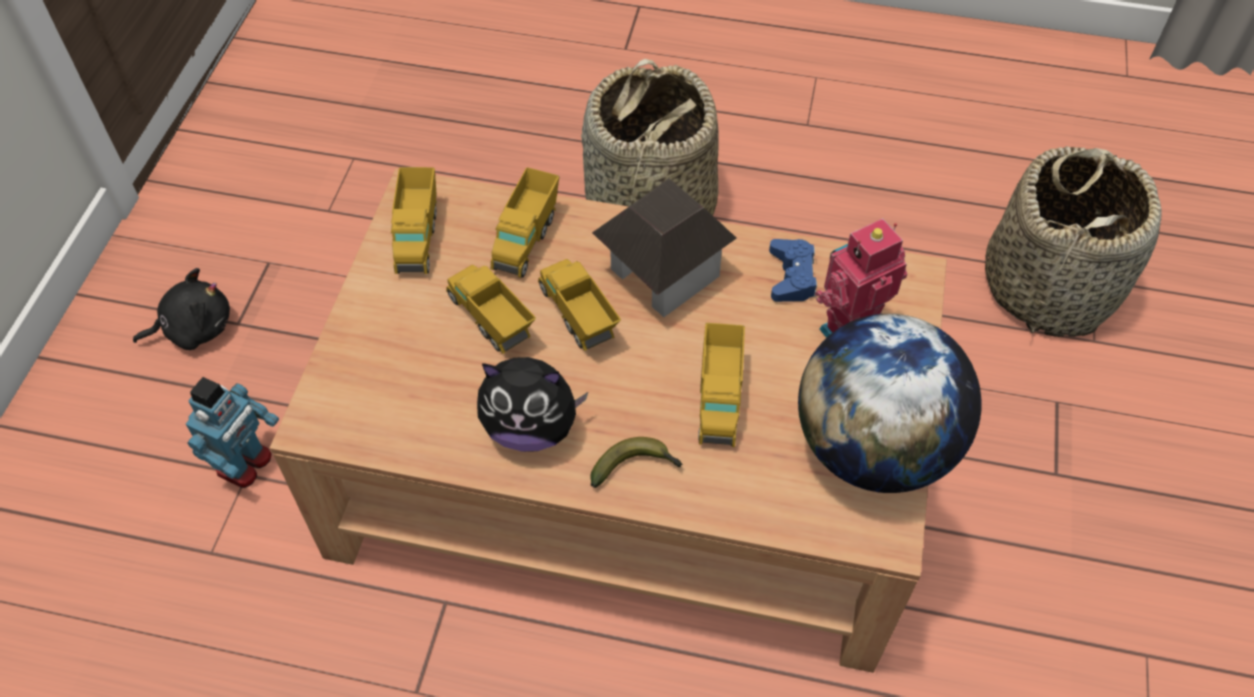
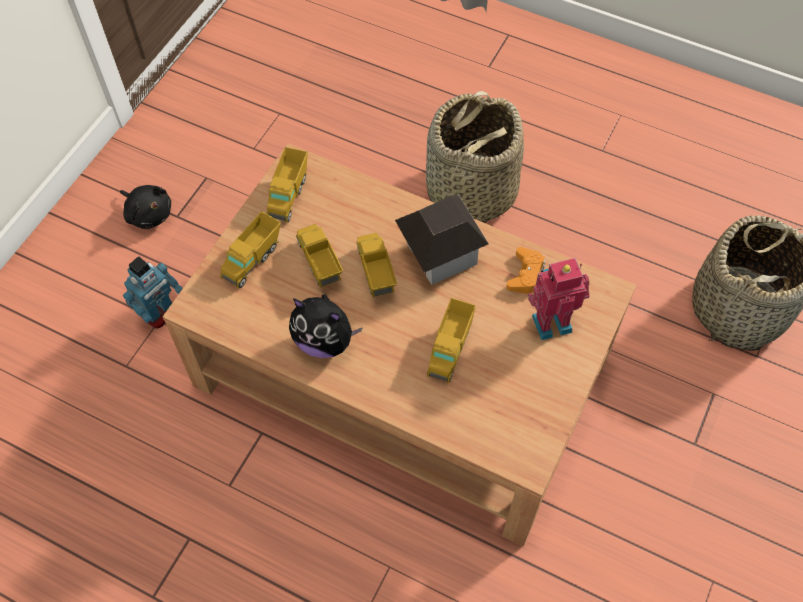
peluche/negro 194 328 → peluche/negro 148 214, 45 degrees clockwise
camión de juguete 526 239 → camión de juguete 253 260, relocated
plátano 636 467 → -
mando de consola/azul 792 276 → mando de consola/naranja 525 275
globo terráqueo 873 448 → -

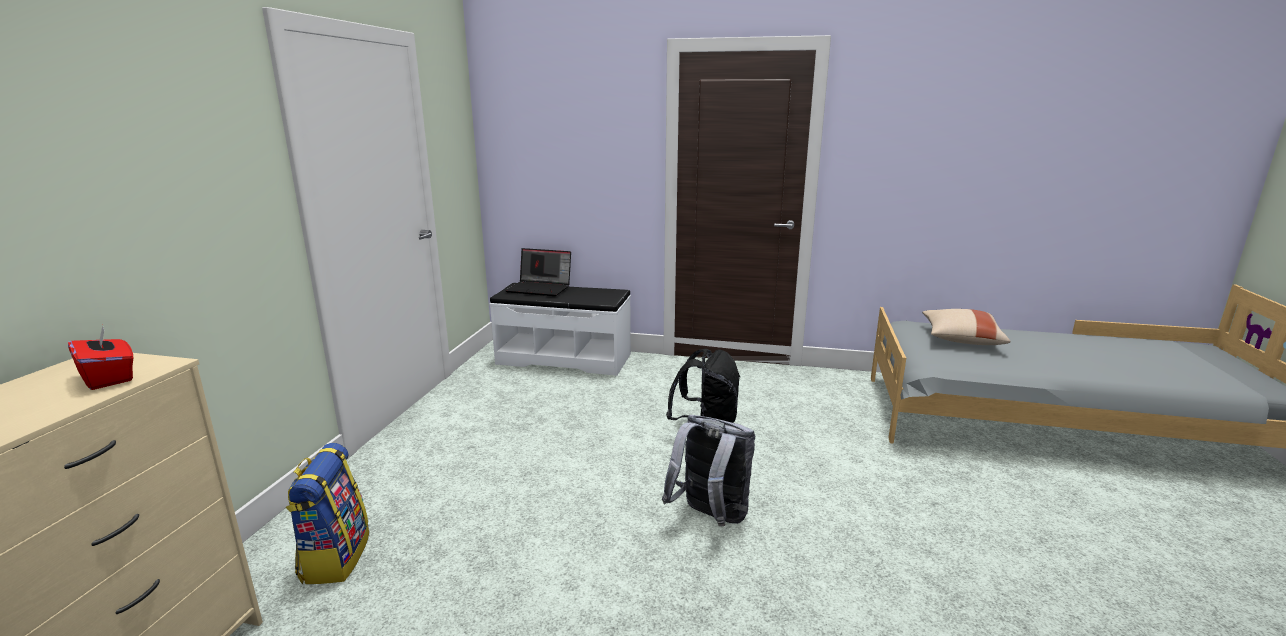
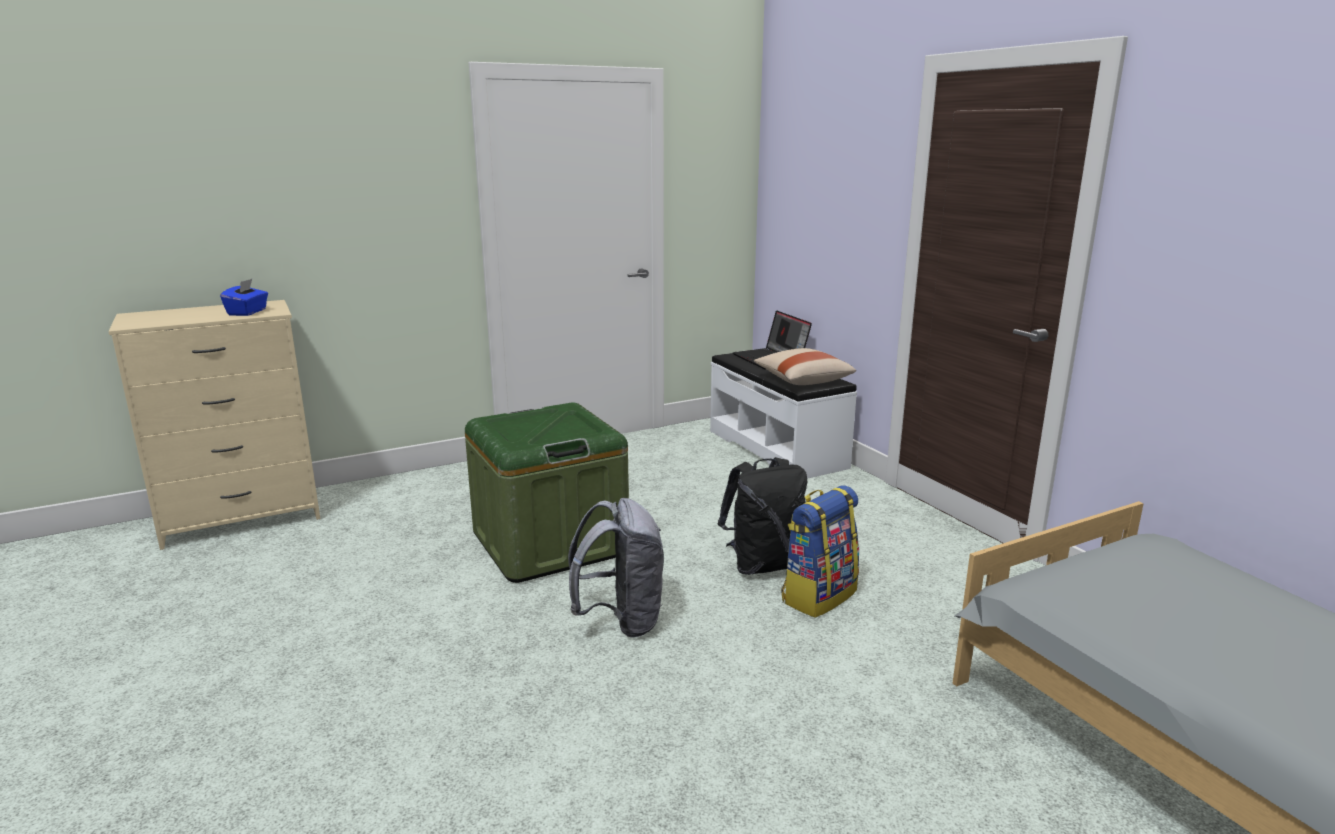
caja de pañuelos/rojo 109 377 → caja de pañuelos/azul 248 312
mochila 335 557 → mochila 818 595, relocated
cojín/beis 961 339 → cojín/beis 802 380, relocated
- → caja de almacenaje/verde 550 543

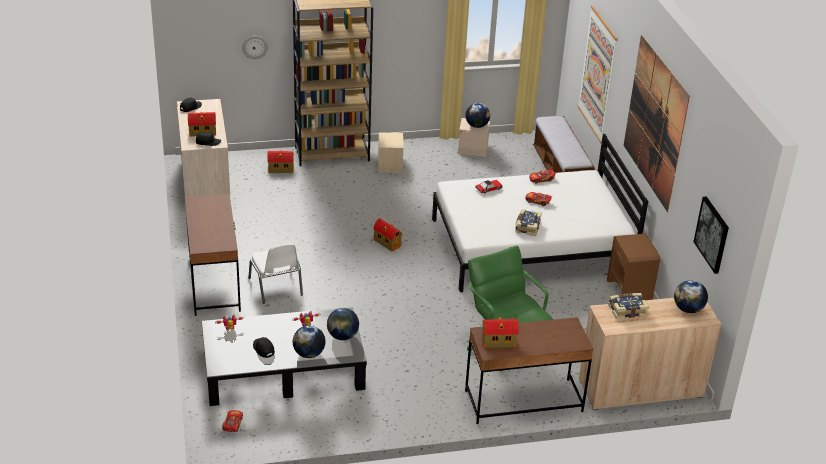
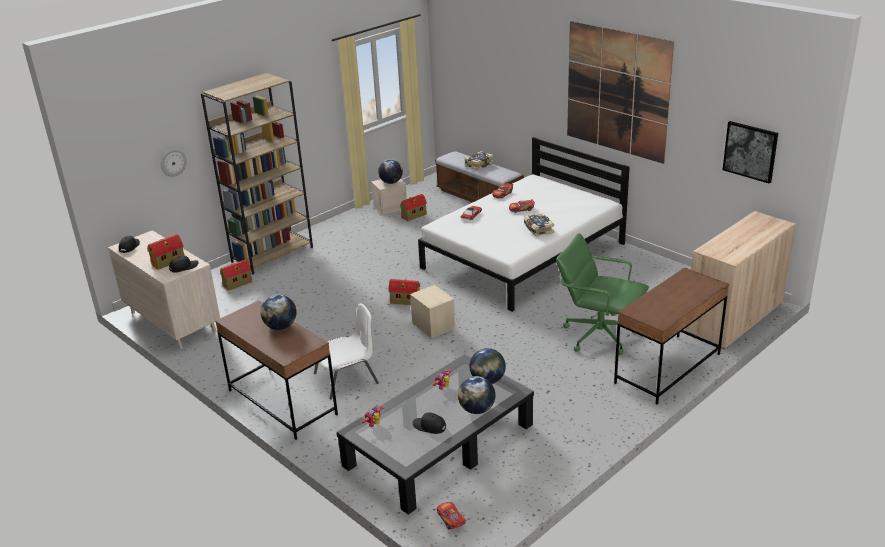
silla/blanco 276 287 → silla/blanco 347 378, 60 degrees counterclockwise
caja de almacenaje/beis 389 164 → caja de almacenaje/beis 433 325, relocated
casita 497 342 → casita 413 216, relocated
cuadro 597 74 → -
mesita de noche/marrón 629 291 → -
libro 627 310 → libro 478 165, relocated
globo terráqueo 688 309 → globo terráqueo 281 327, relocated

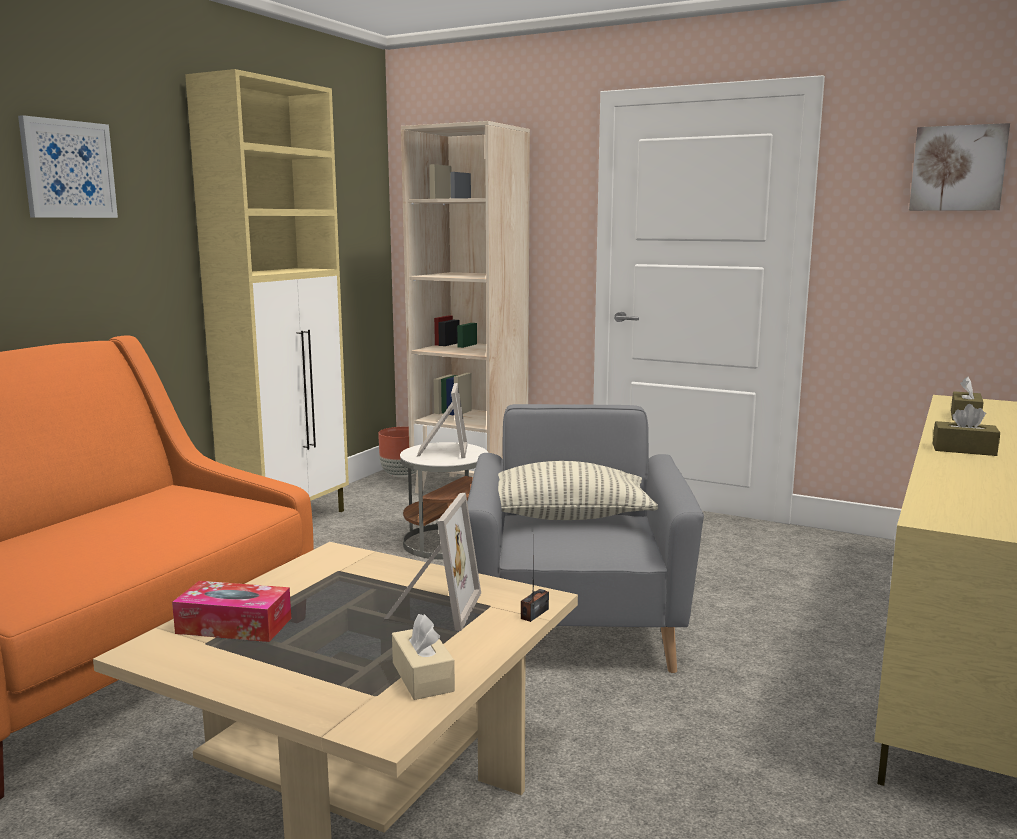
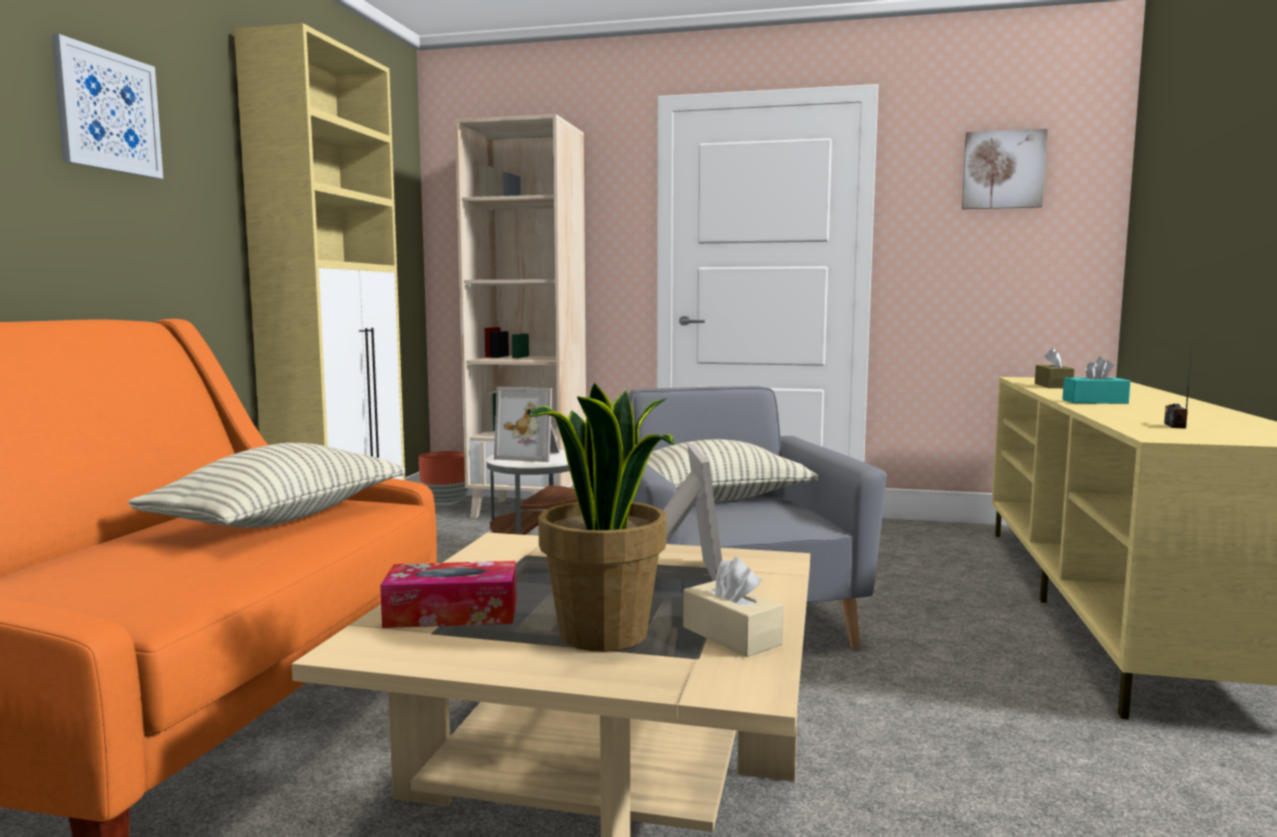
portarretratos 441 451 → portarretratos 531 455, 120 degrees clockwise
radio 535 614 → radio 1175 426, relocated
caja de pañuelos/marrón 964 450 → caja de pañuelos/turquesa 1094 401
- → cojín 281 519
- → planta en maceta 604 634

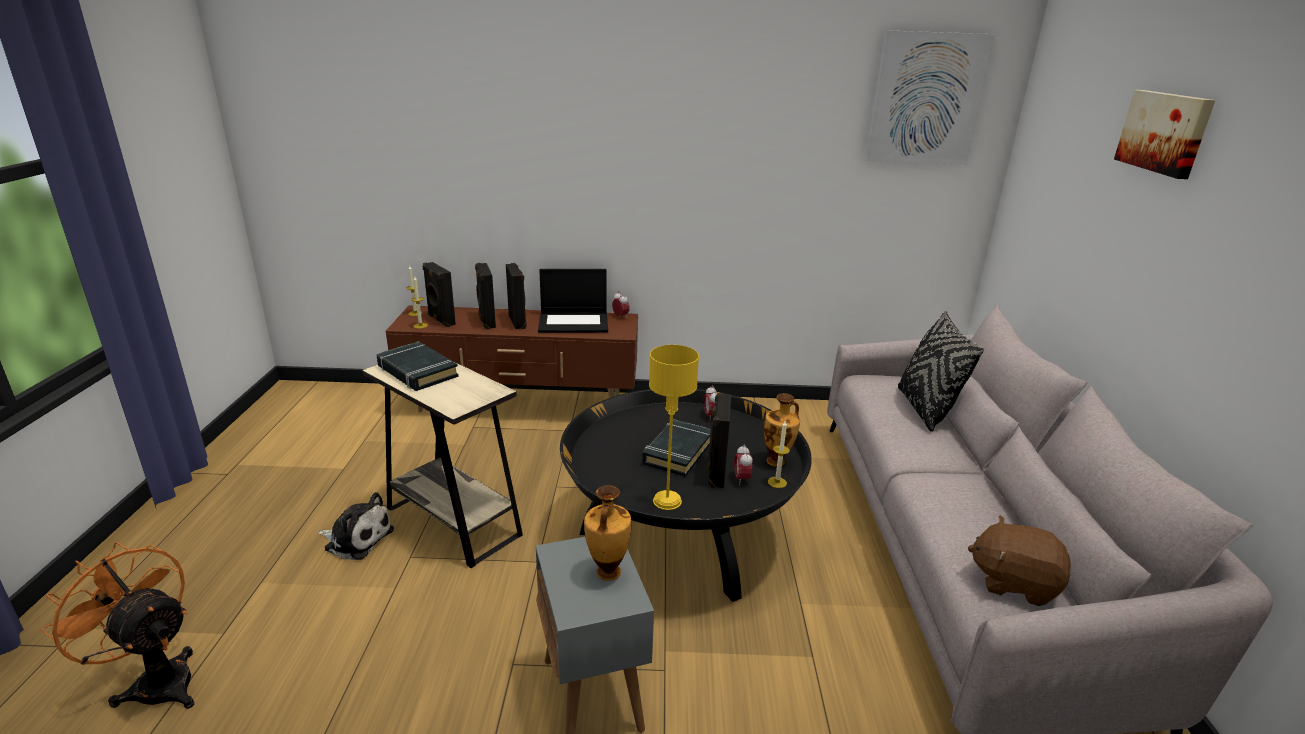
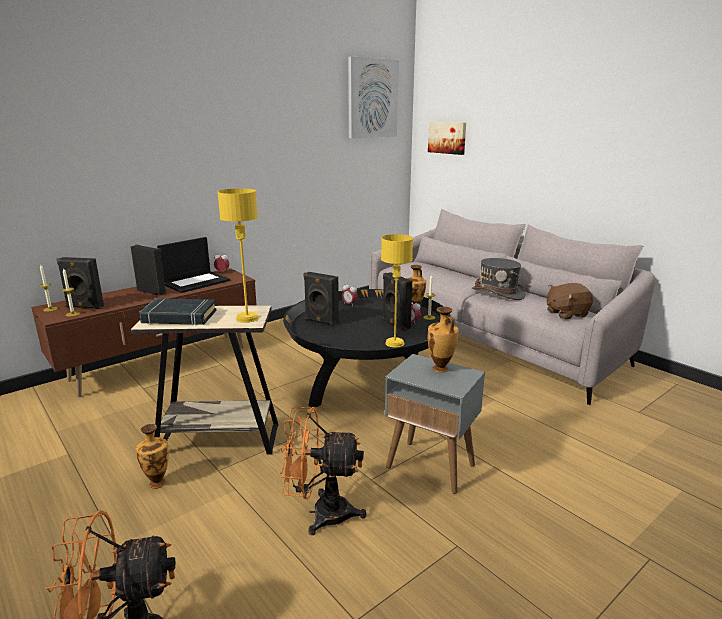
peluche 357 538 → florero 157 482
altavoz/negro 486 321 → altavoz/negro 321 322, relocated
libro/negro 677 452 → -
cojín/negro 925 409 → -
cuadro 1165 132 → cuadro 447 137, relocated
- → lámpara de mesa/amarillo 247 318
- → ventilador/naranja 321 513
- → sombrero/gris 498 293

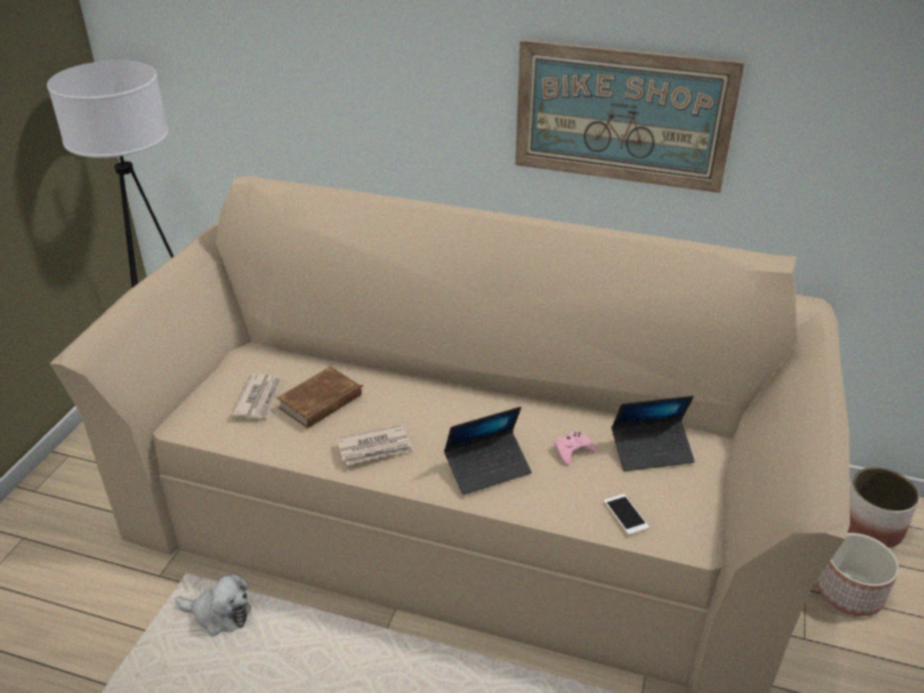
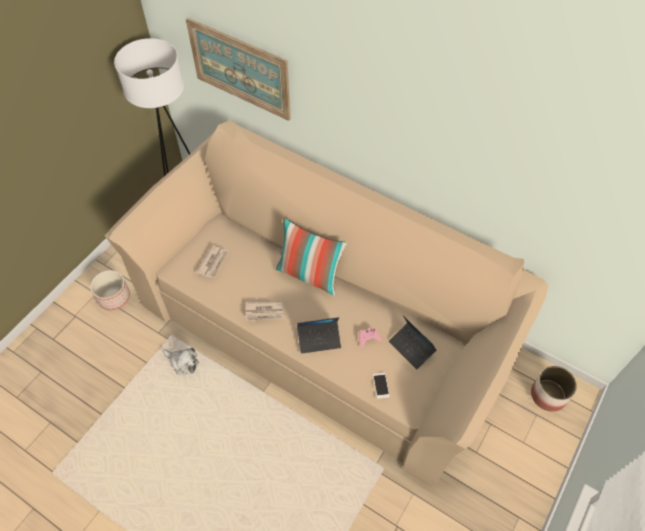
libro/marrón 321 401 → -
cuadro 622 116 → cuadro 240 69, relocated
portátil 651 451 → portátil 411 348, 45 degrees clockwise
maceta 849 591 → maceta 114 297, relocated
- → cojín 310 274

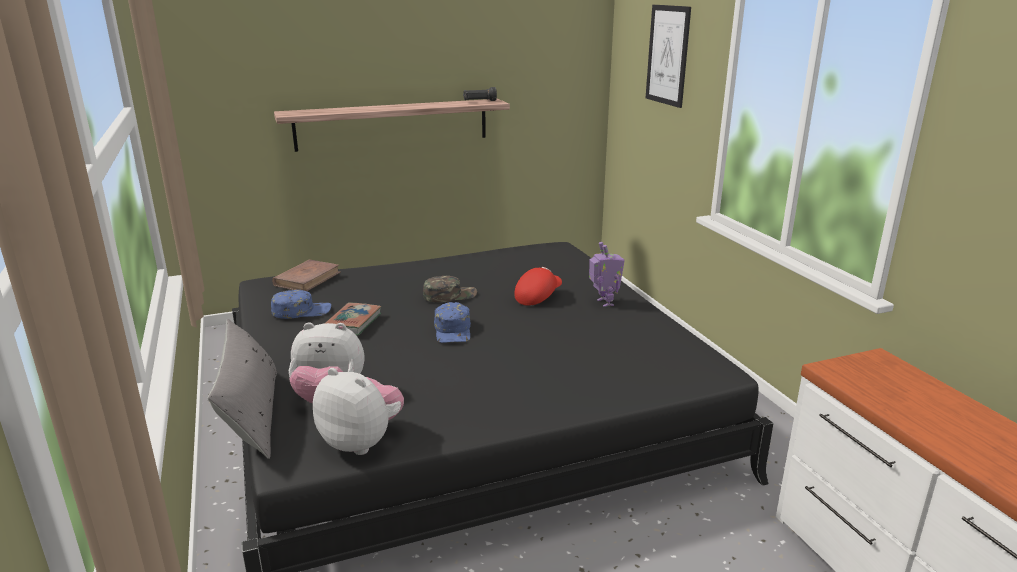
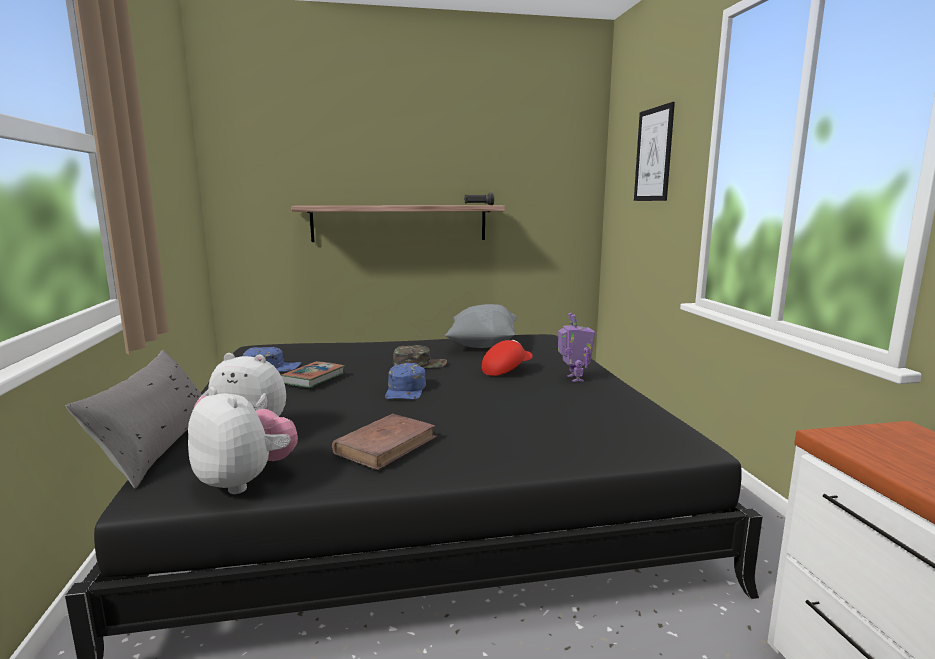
libro/marrón 307 279 → libro/marrón 386 445, relocated
- → cojín/gris 482 344

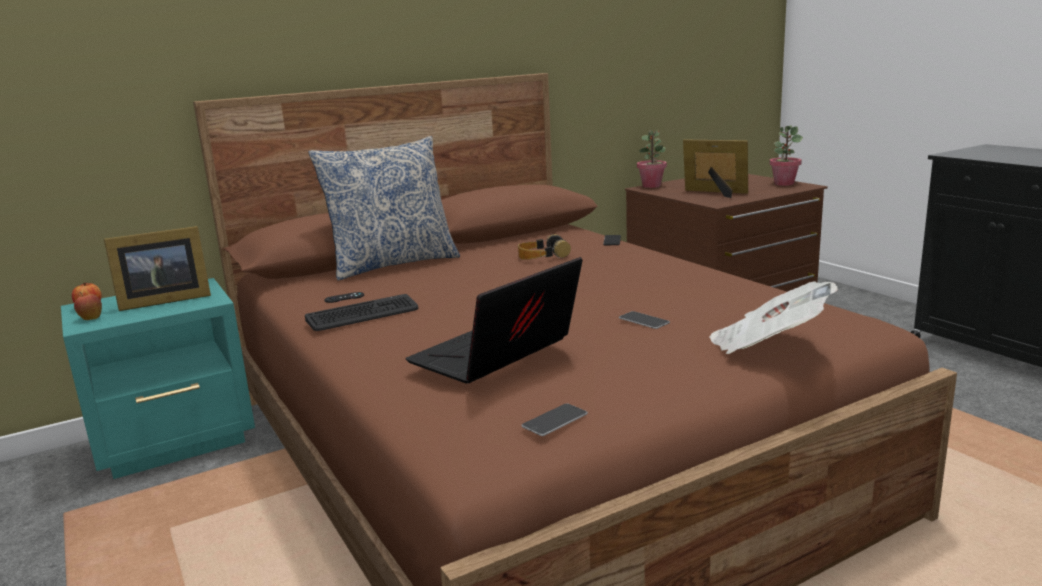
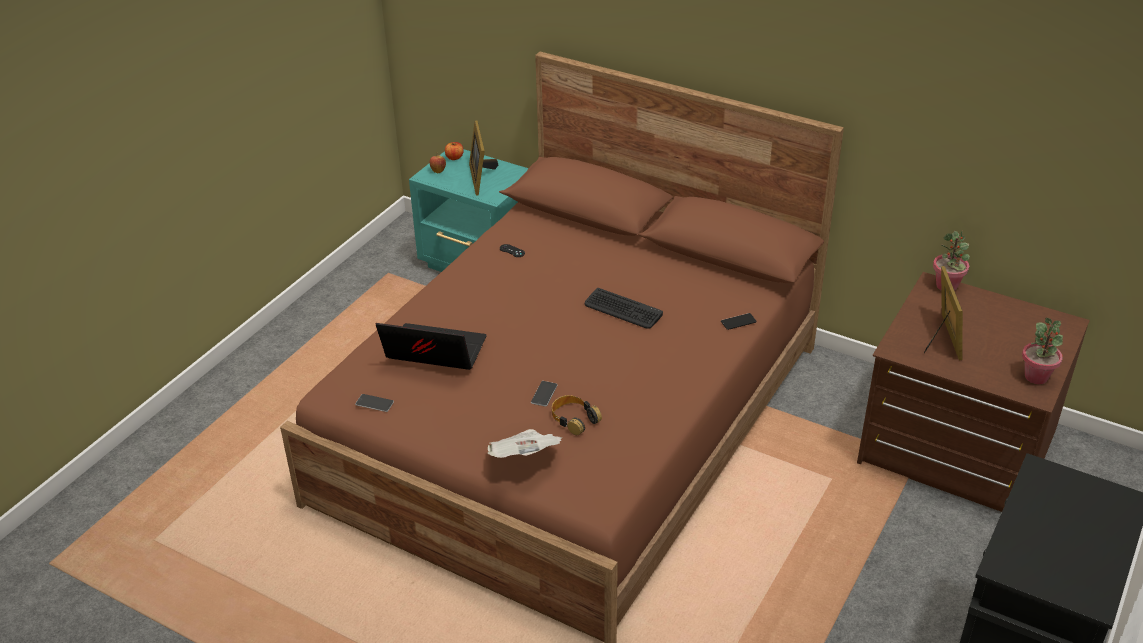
portarretratos 162 301 → portarretratos 481 178, 45 degrees clockwise
teclado 363 314 → teclado 622 309, relocated
cojín 392 264 → -
auriculares 543 256 → auriculares 574 419, relocated

